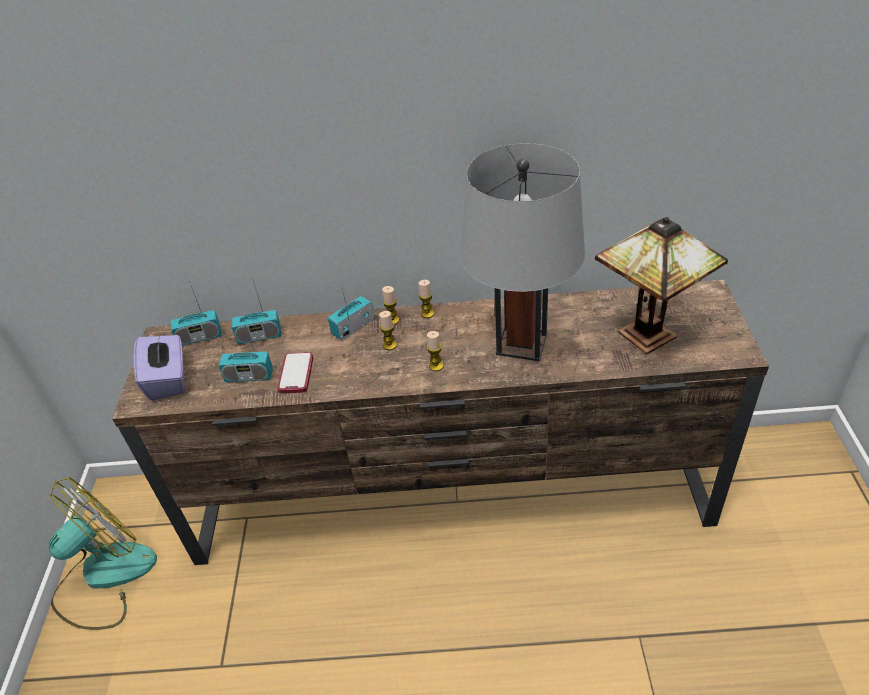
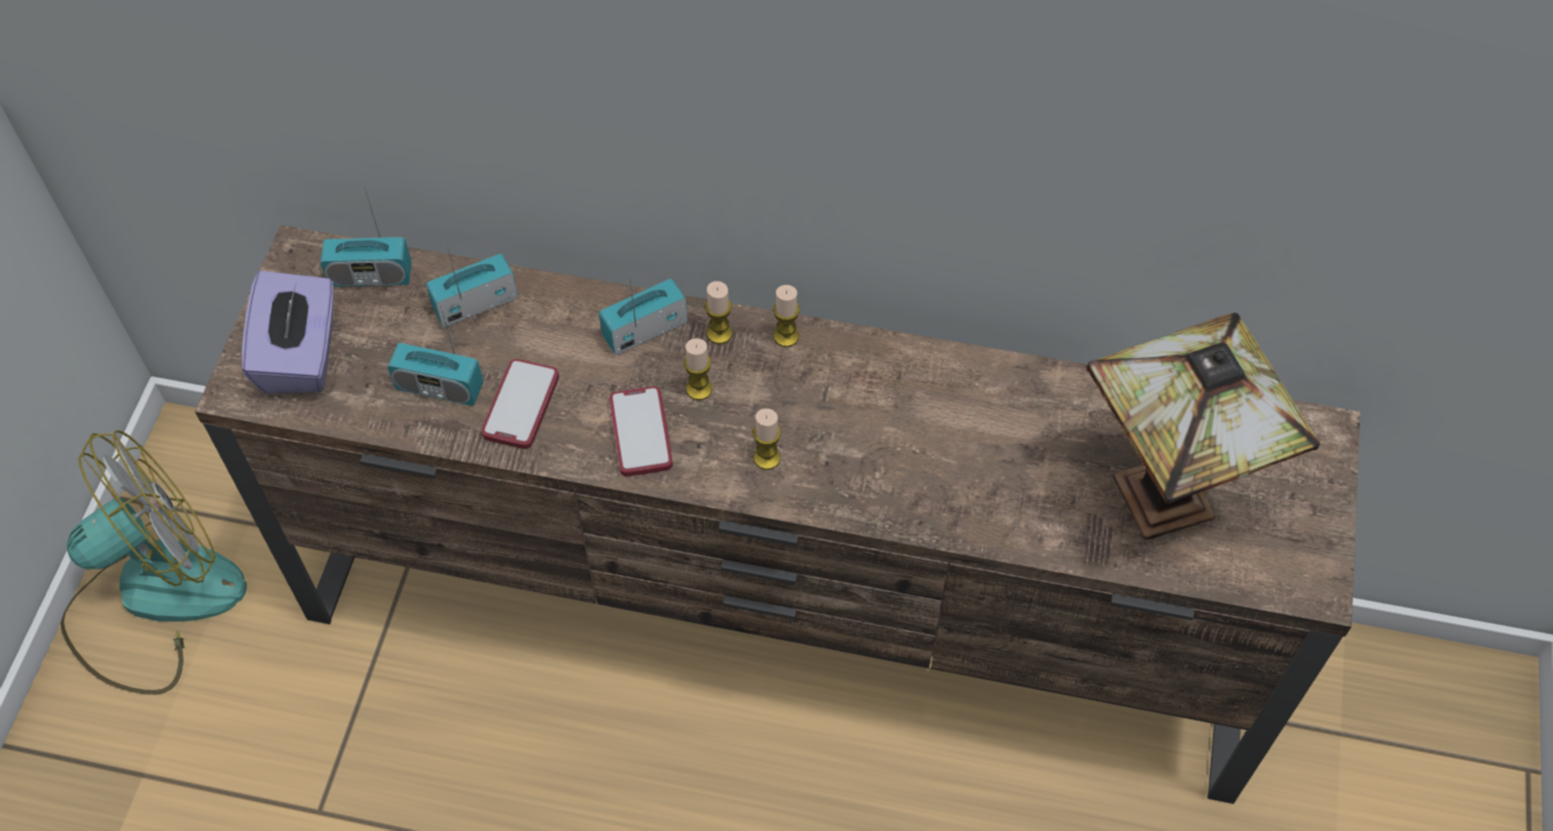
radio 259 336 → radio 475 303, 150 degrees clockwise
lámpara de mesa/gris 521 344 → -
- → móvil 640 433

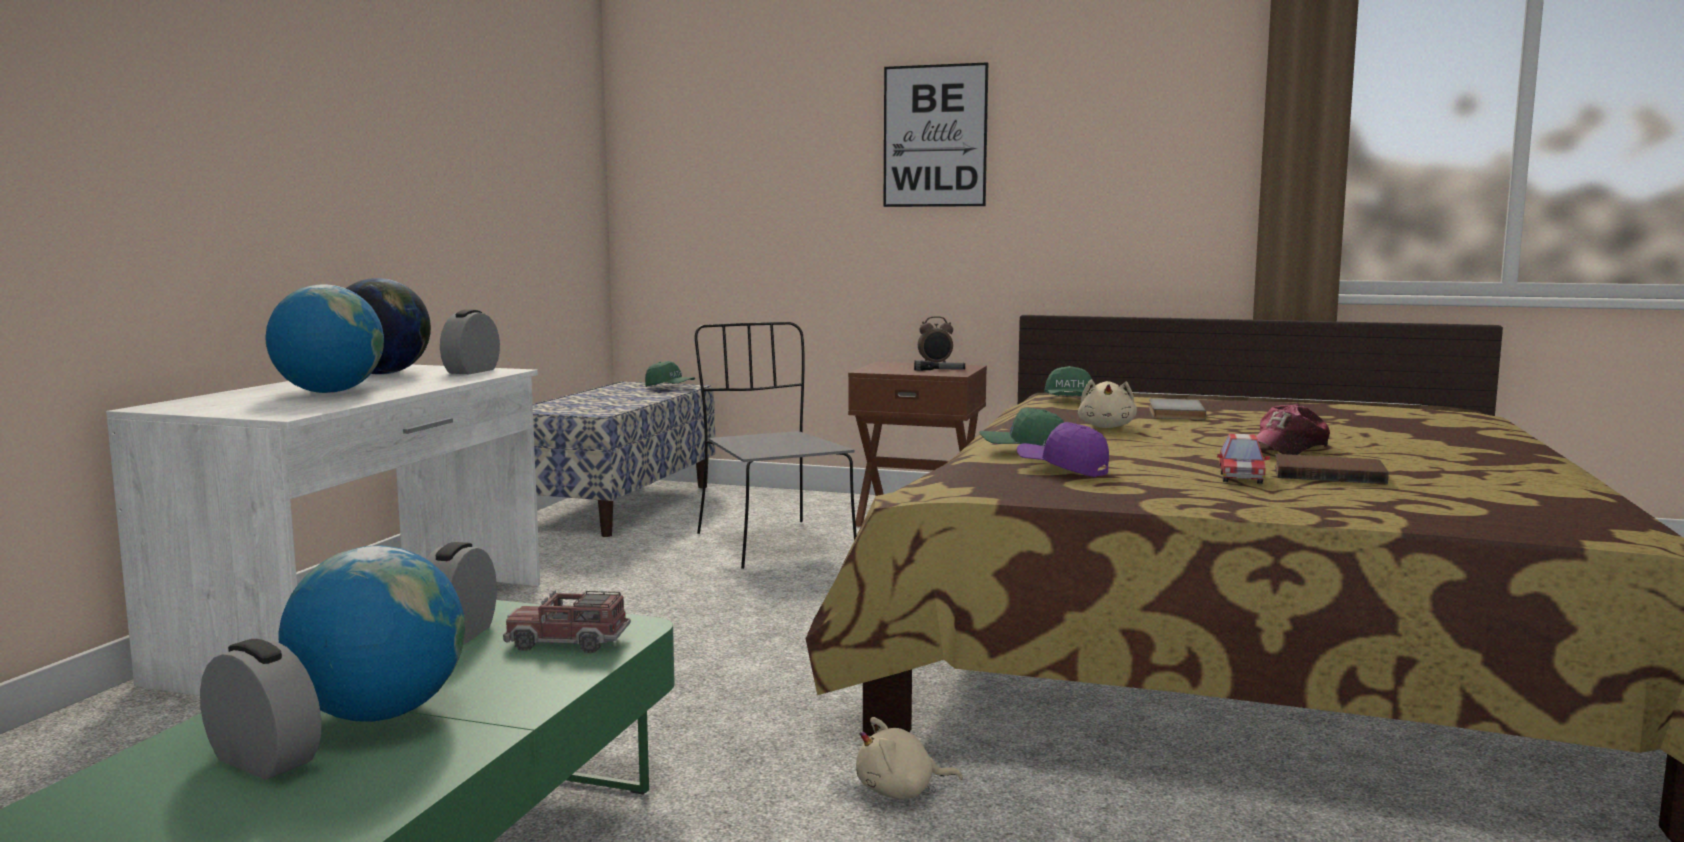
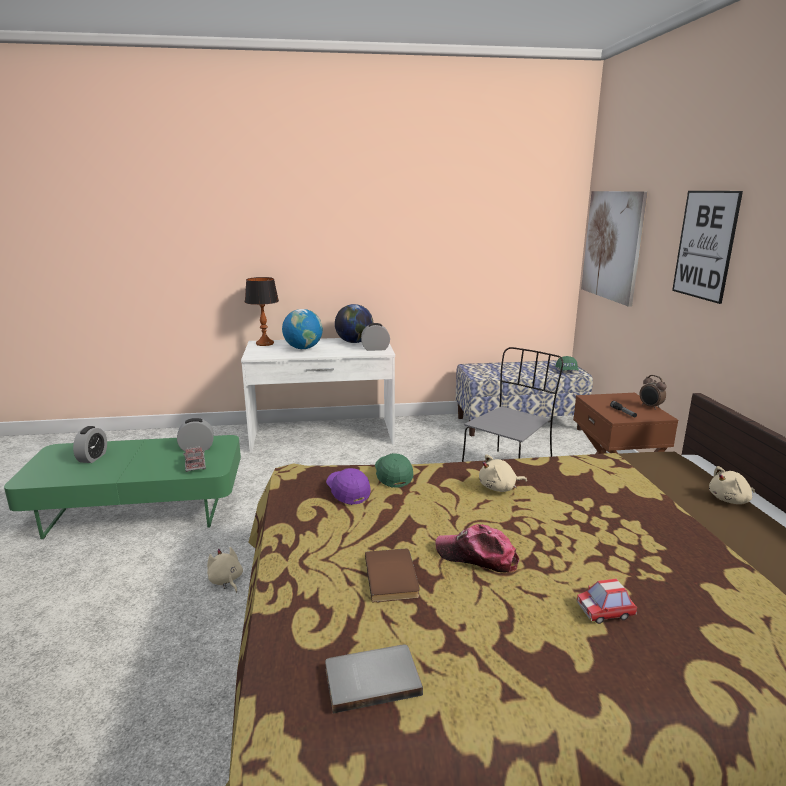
globo terráqueo 379 714 → -
gorra/morado 1063 469 → gorra/morado 347 492, 45 degrees counterclockwise
gorra/verde 1069 400 → -
libro/gris 1173 413 → libro/gris 371 678, relocated
coche de juguete 1241 478 → coche de juguete 605 612, relocated
- → lámpara de mesa 265 343
- → cuadro 612 245
- → peluche/beis 730 500

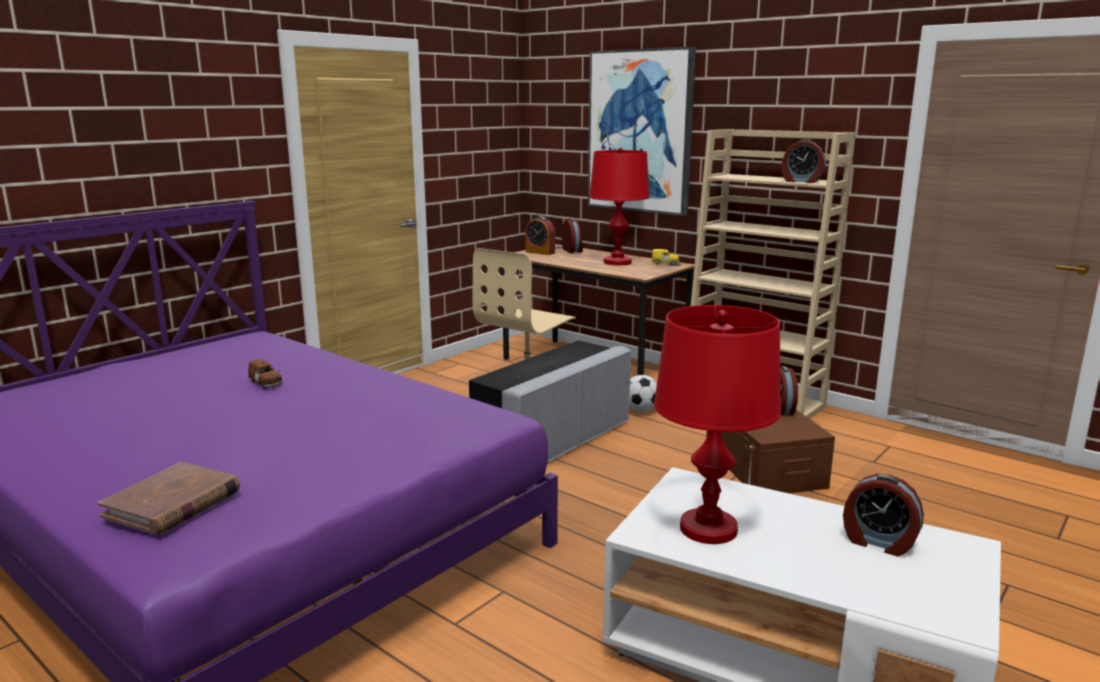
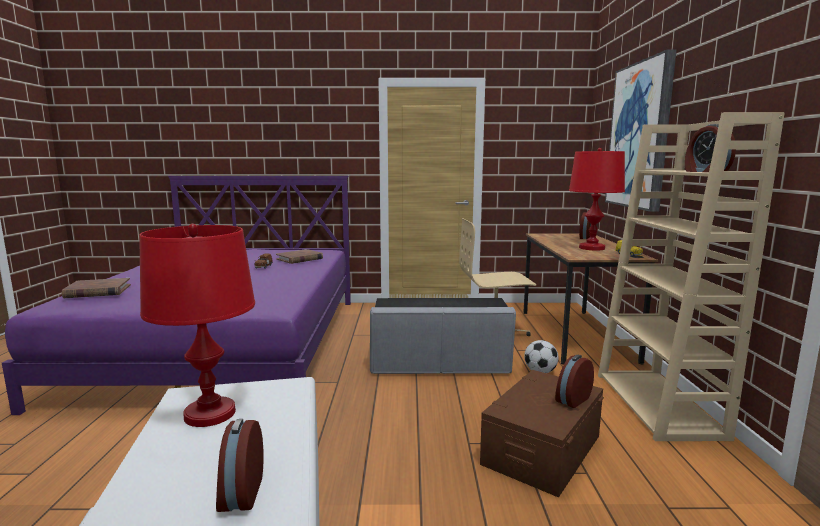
despertador 540 252 → -
- → libro/marrón 299 259

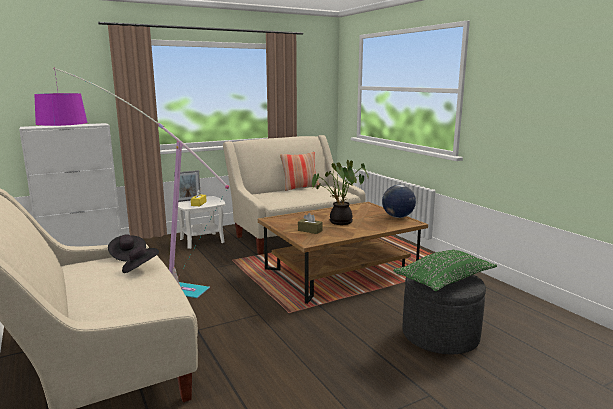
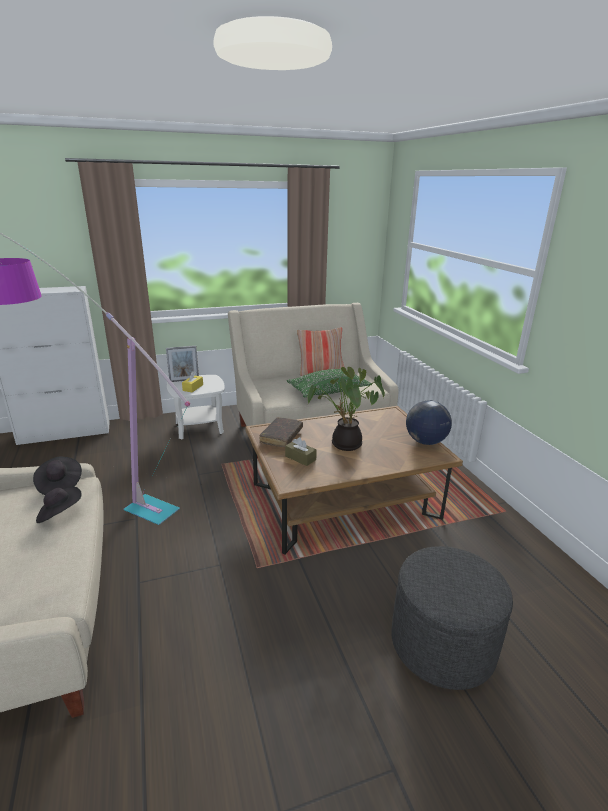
cojín/verde 444 280 → cojín/verde 328 391, relocated
- → libro/marrón 281 436

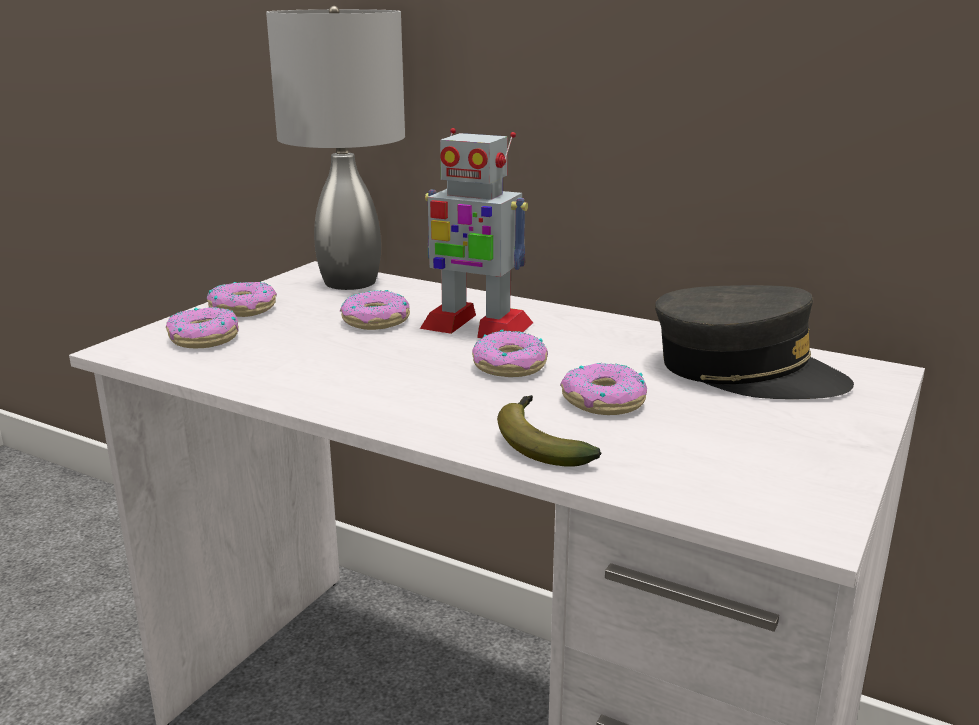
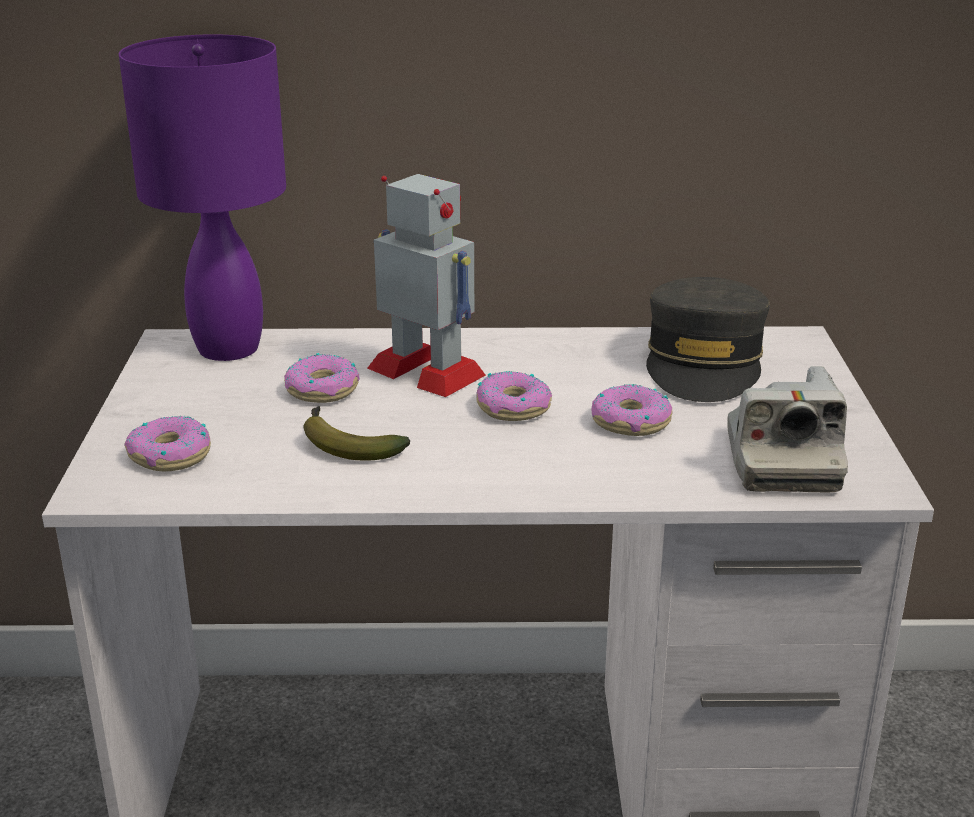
rosquilla 243 309 → -
lámpara de mesa/gris 351 282 → lámpara de mesa/morado 230 349
robot de juguete 475 326 → robot de juguete 427 372, 135 degrees counterclockwise
plátano 539 442 → plátano 346 445, relocated
gorra/gris 745 371 → gorra/gris 704 363, 105 degrees clockwise
- → cámara 781 461

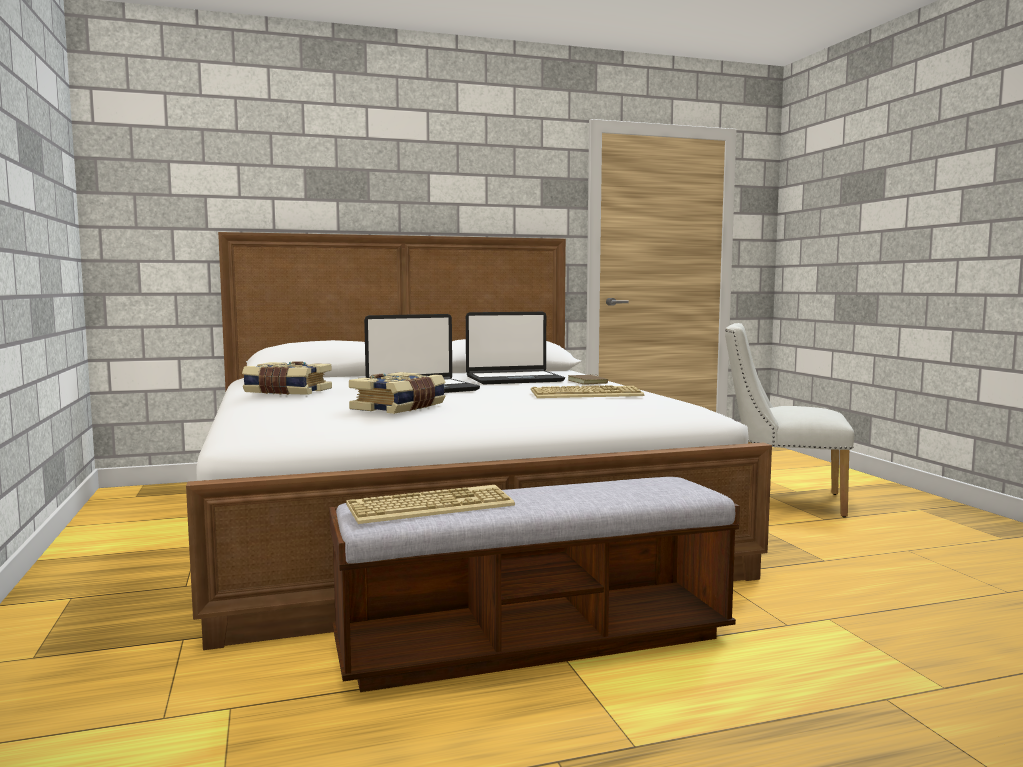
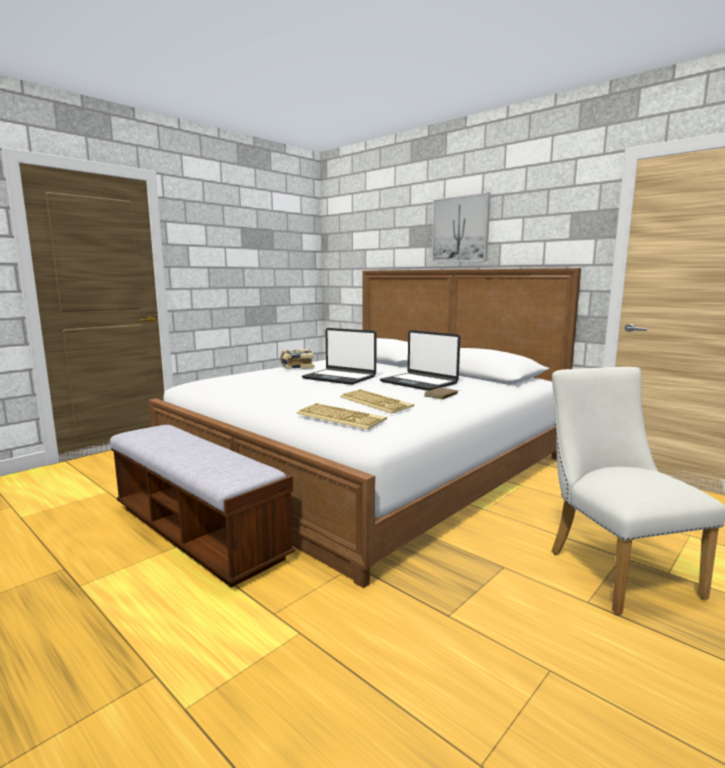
teclado 431 506 → teclado 342 417, relocated
libro 400 408 → -
- → cuadro 460 229

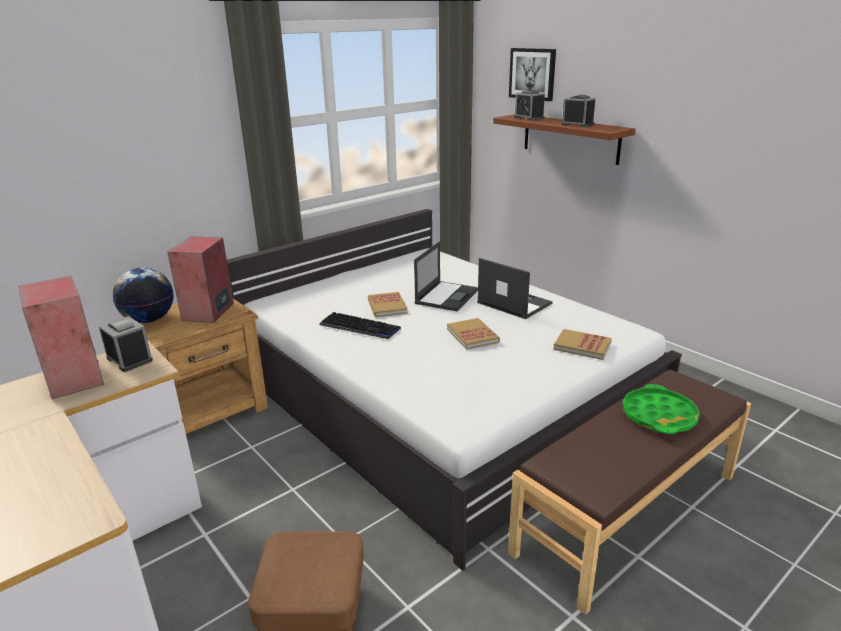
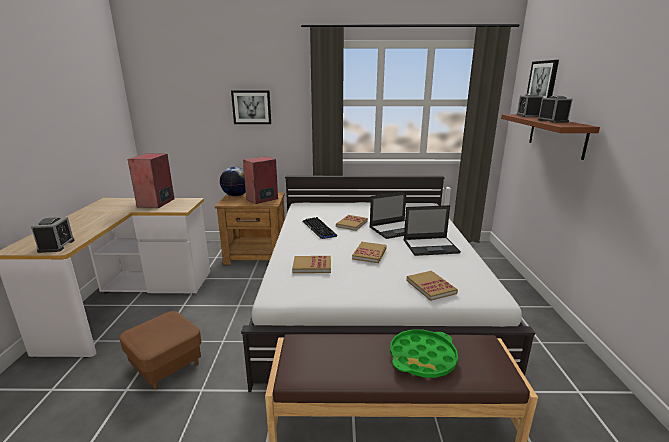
despertador 129 359 → despertador 56 246, relocated
portátil 513 303 → portátil 431 246, 90 degrees clockwise
- → cuadro 251 107
- → libro 312 266

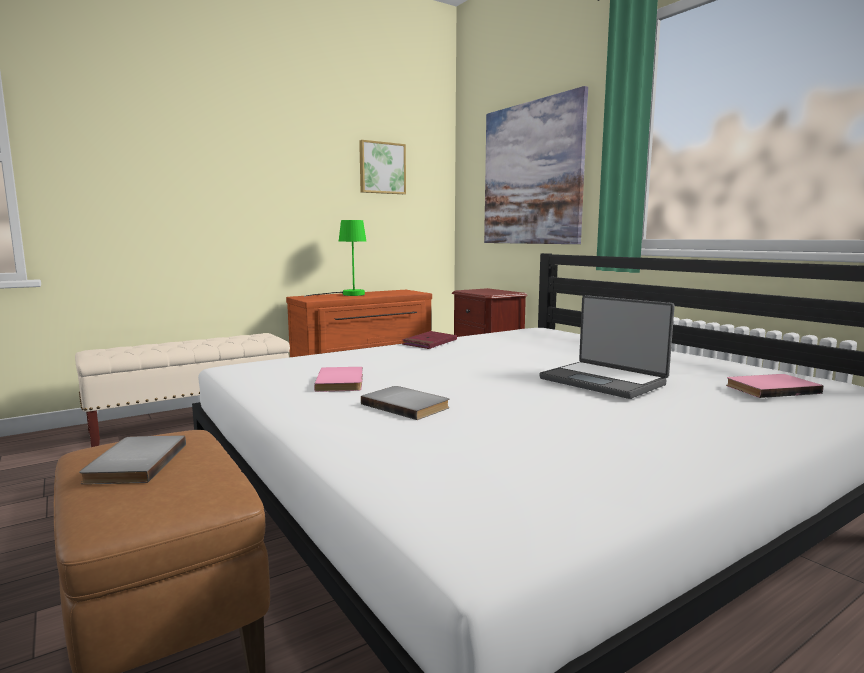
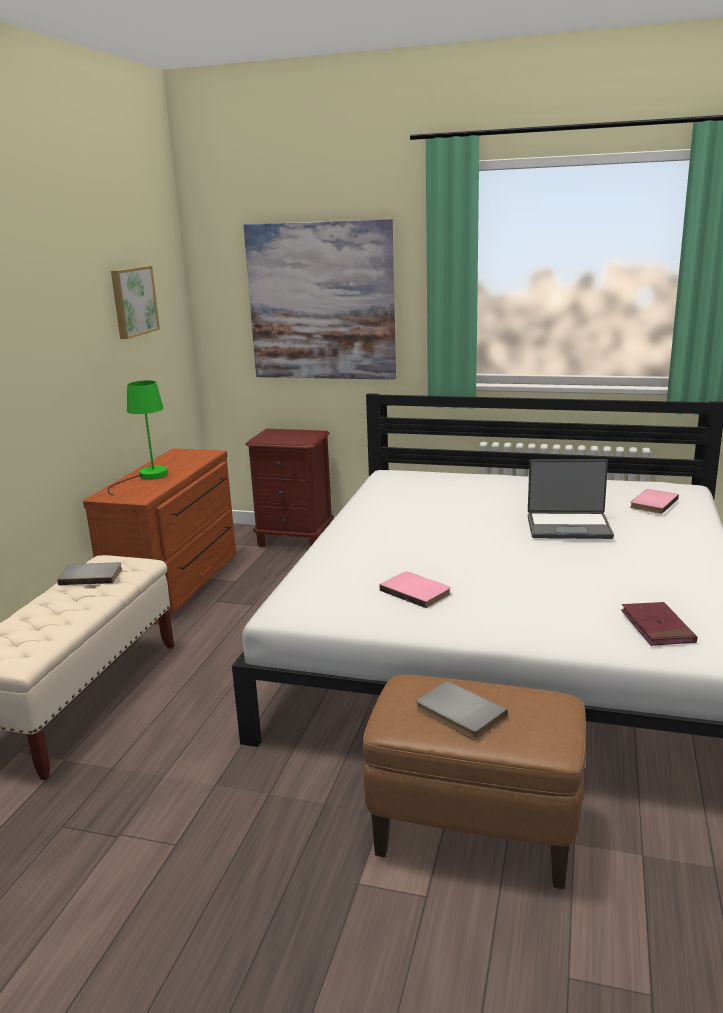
libro/gris 407 405 → libro/gris 91 575, relocated
libro/rojo 430 343 → libro/rojo 657 627, relocated

